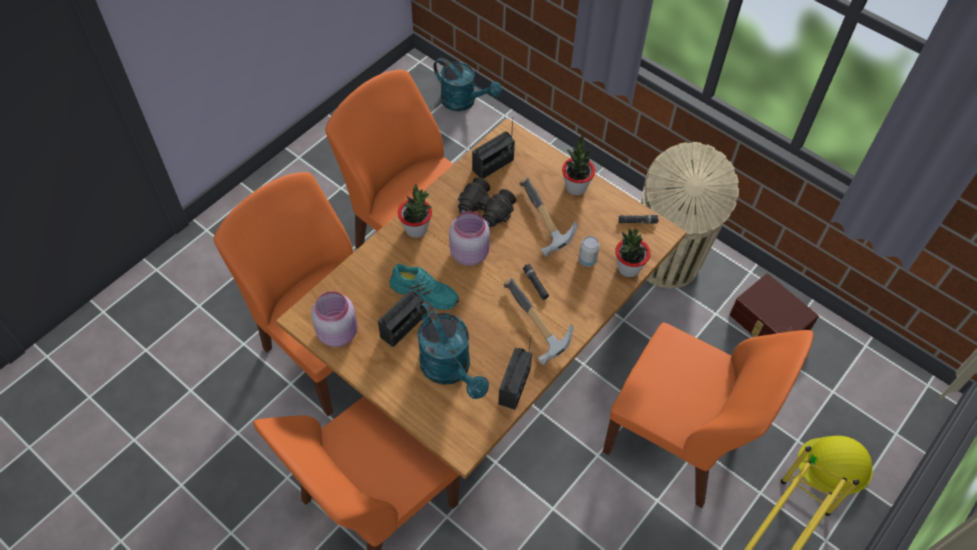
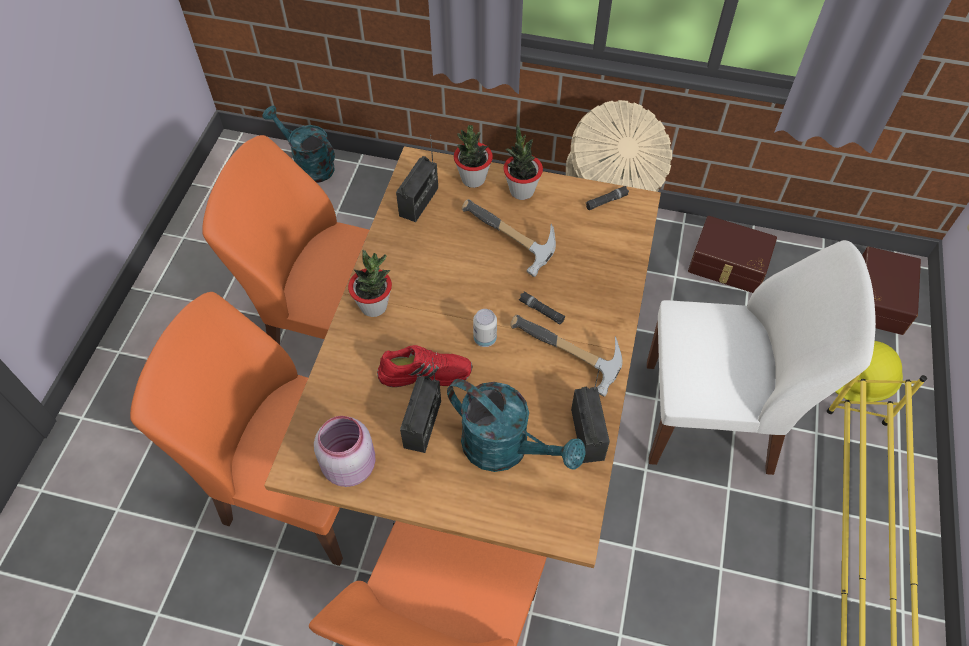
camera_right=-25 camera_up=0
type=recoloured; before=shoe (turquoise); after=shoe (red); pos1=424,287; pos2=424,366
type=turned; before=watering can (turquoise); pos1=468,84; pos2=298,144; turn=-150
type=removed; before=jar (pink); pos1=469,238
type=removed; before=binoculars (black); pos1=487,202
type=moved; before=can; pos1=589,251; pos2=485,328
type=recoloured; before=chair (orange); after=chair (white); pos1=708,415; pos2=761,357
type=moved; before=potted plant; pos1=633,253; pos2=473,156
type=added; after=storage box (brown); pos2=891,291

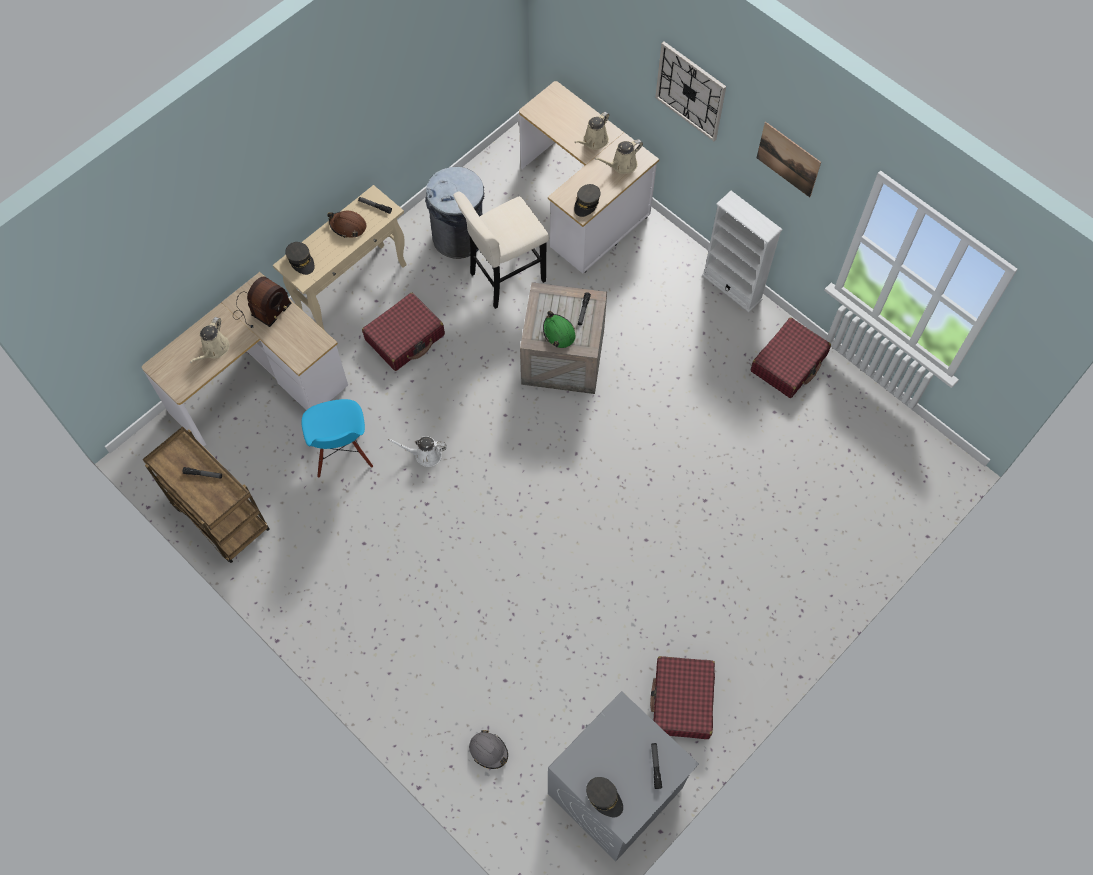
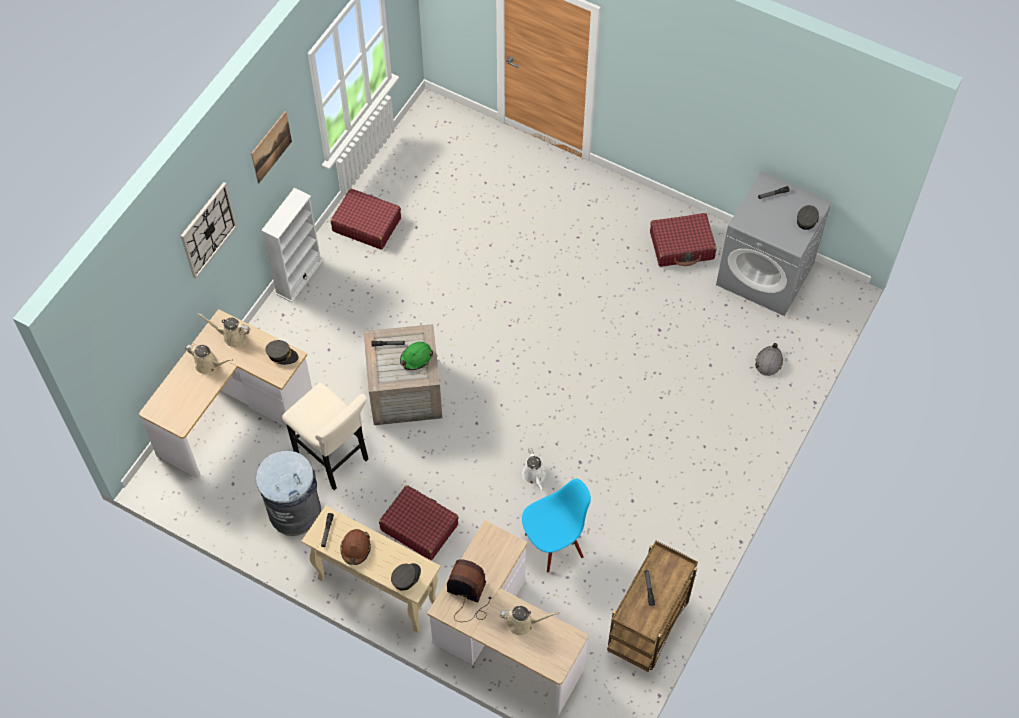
camera_right=-105 camera_up=-5
type=turned; before=watering can (beige); pos1=618,156; pos2=224,330; turn=150

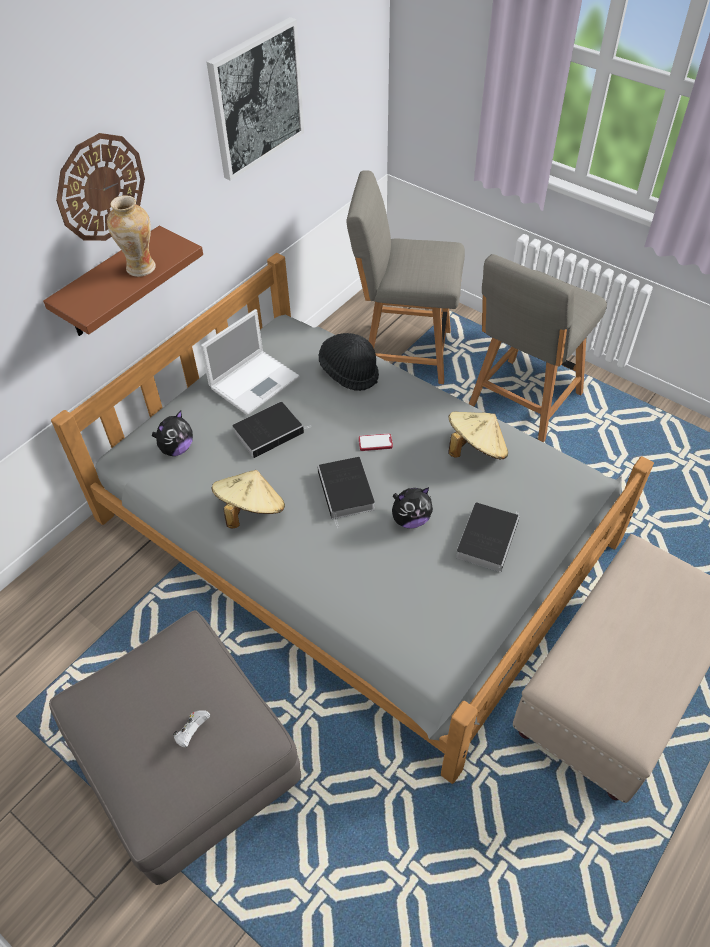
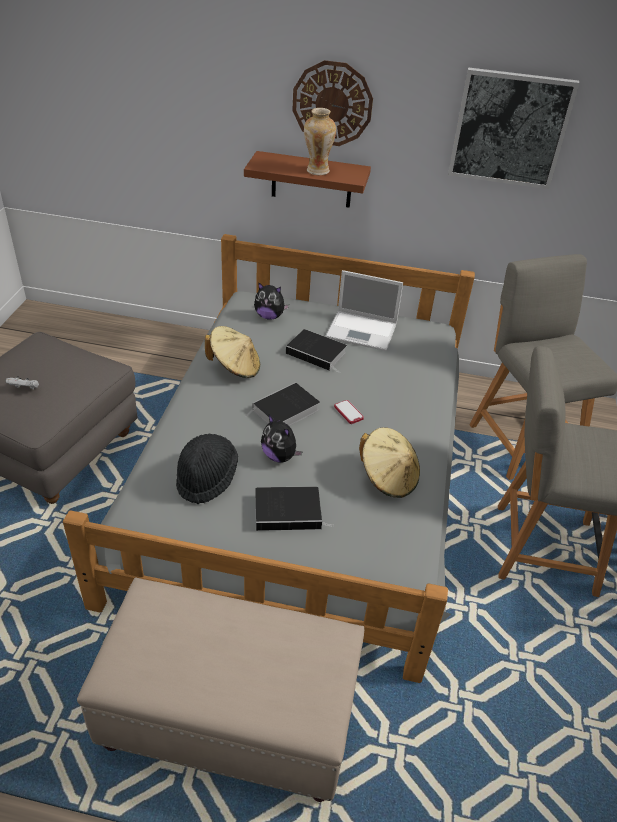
camera_right=60 camera_up=-10
type=moved; before=hat (black); pos1=349,362; pos2=207,469

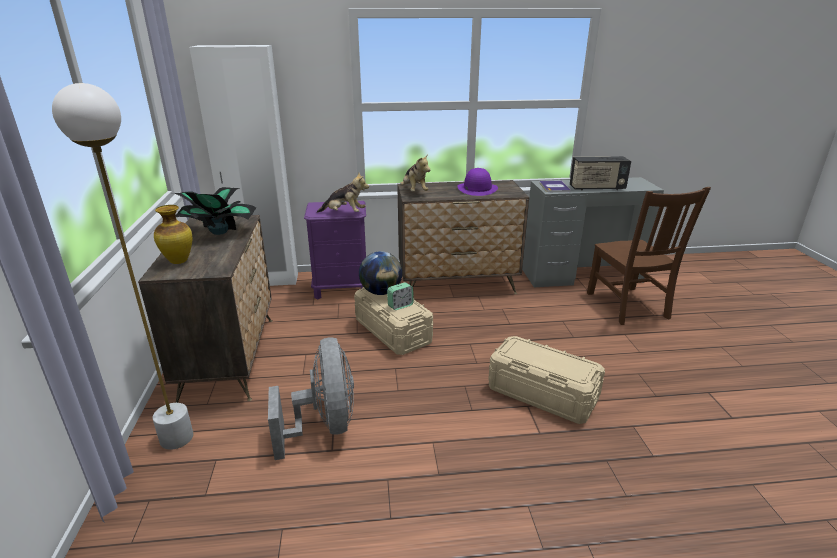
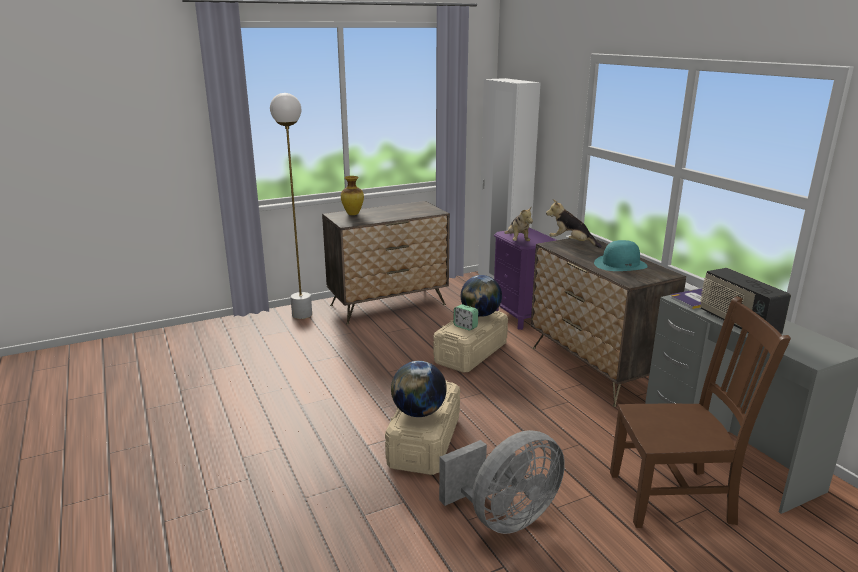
camera_right=70 camera_up=-5
type=removed; before=potted plant; pos1=215,211
type=moved; before=fan (grey); pos1=311,399; pos2=502,482
type=turned; before=plush toy; pos1=415,172; pos2=574,223; turn=75
type=recoloured; before=hat (purple); after=hat (turquoise); pos1=477,182; pos2=621,255
type=turned; before=chair (brown); pos1=649,256; pos2=700,412; turn=-150
type=added; after=globe; pos2=419,389

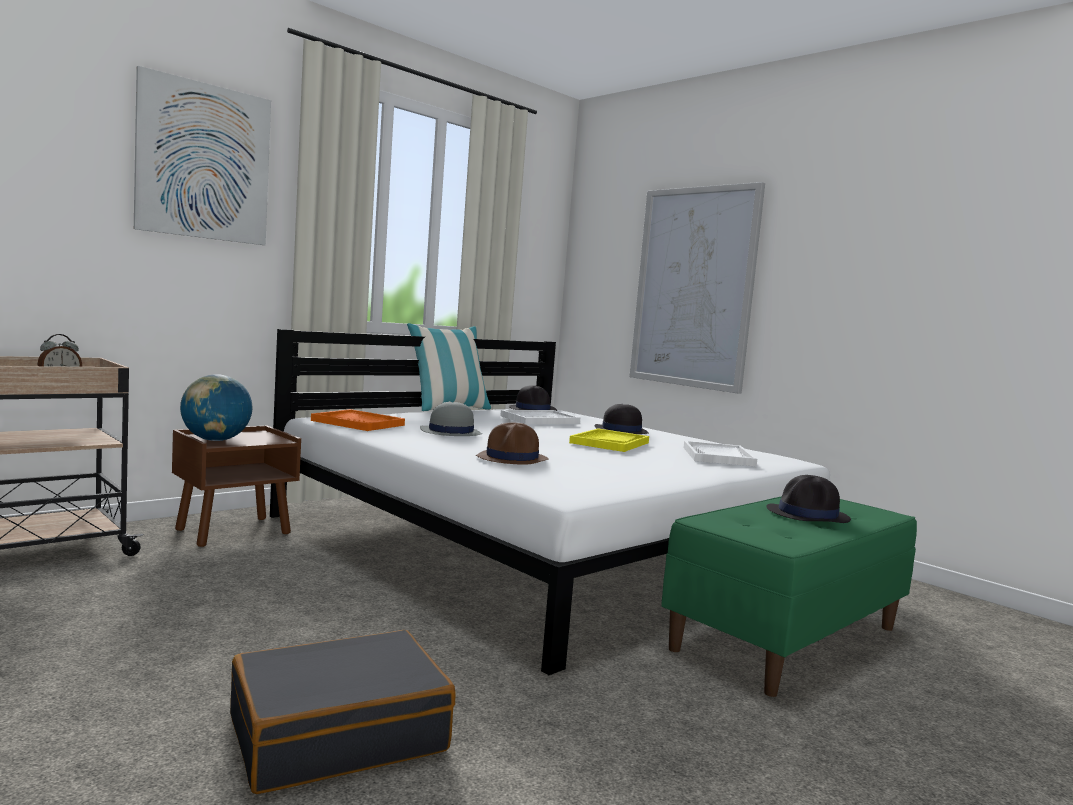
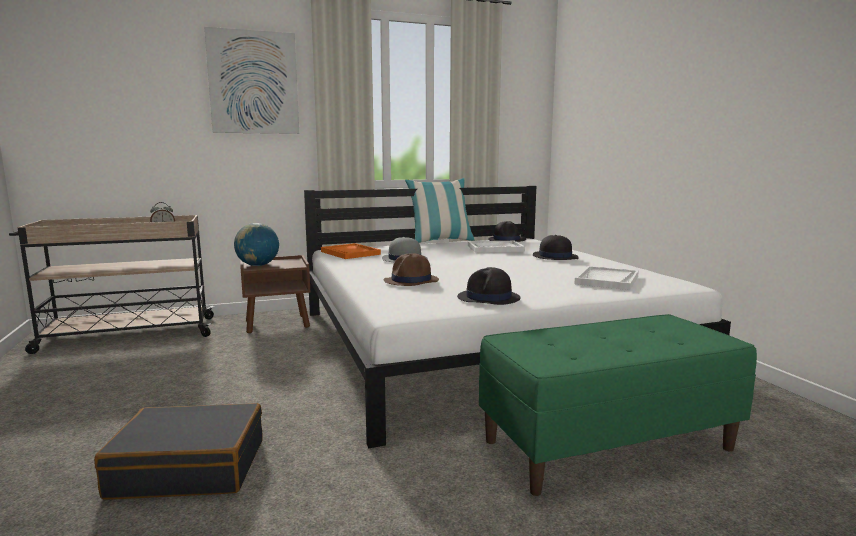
camera_right=25 camera_up=5
type=removed; before=tray (yellow); pos1=609,440
type=removed; before=picture; pos1=697,288
type=moved; before=hat (black); pos1=808,499; pos2=489,286

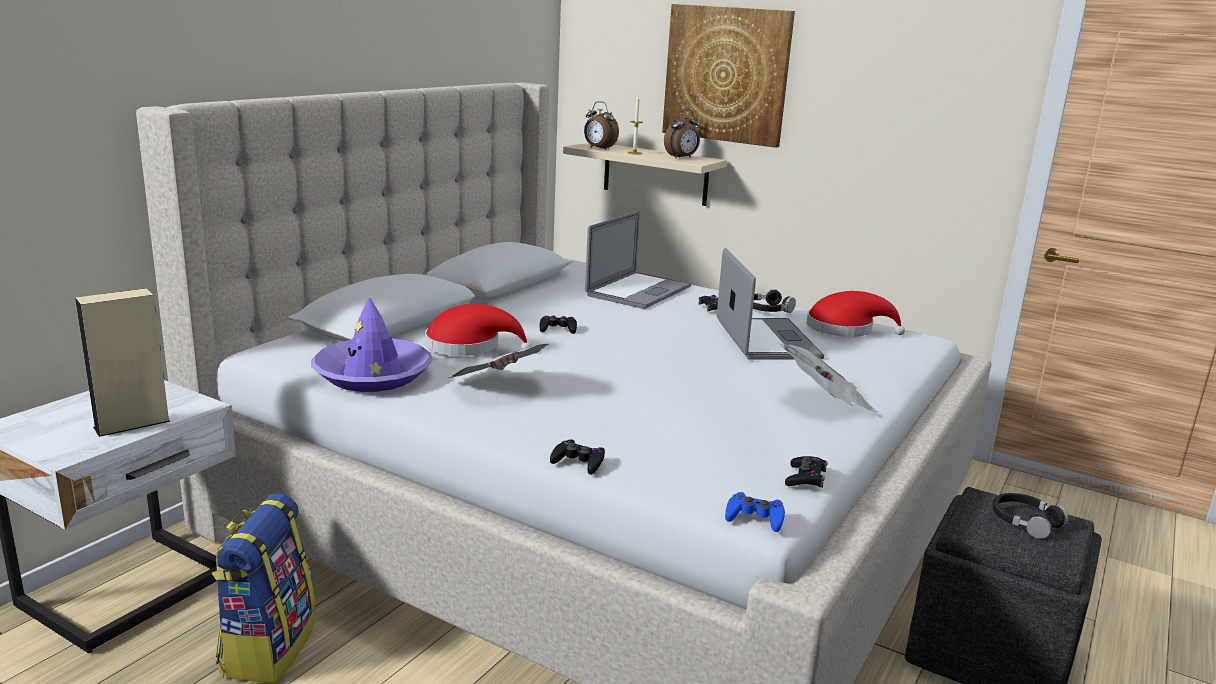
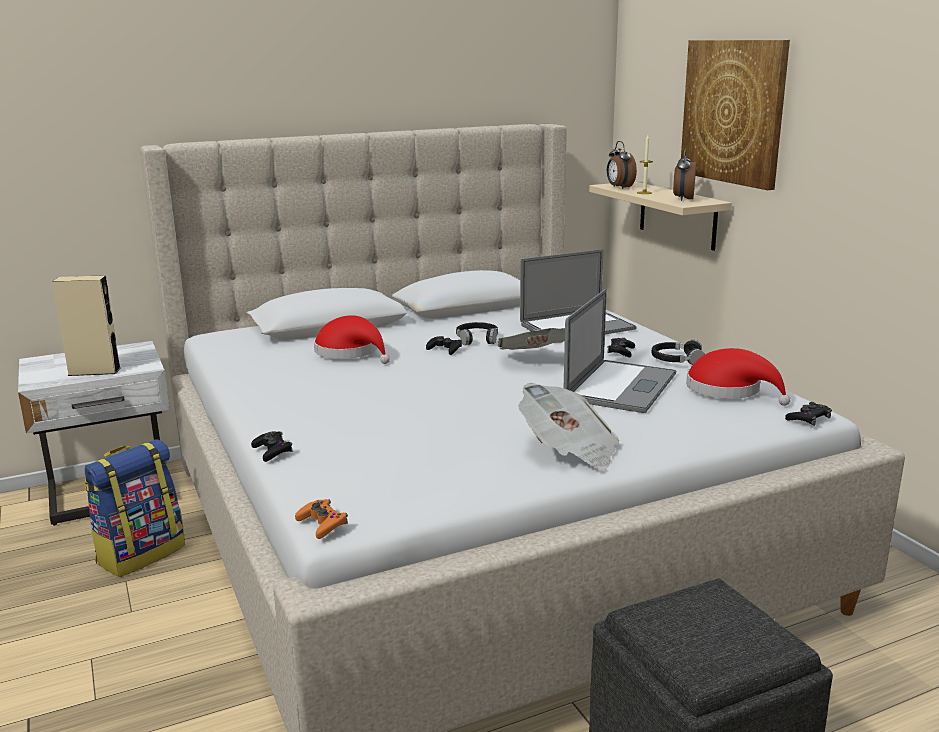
camera_right=35 camera_up=0
type=removed; before=hat (purple); pos1=372,344
type=moved; before=newspaper; pos1=499,361; pos2=531,339
type=turned; before=alarm clock; pos1=682,134; pos2=684,175; turn=105
type=recoloured; before=game controller (blue); after=game controller (orange); pos1=755,512; pos2=321,519
type=moved; before=game controller (black); pos1=806,472; pos2=808,414
type=moved; before=headphones (black); pos1=1030,516; pos2=477,333

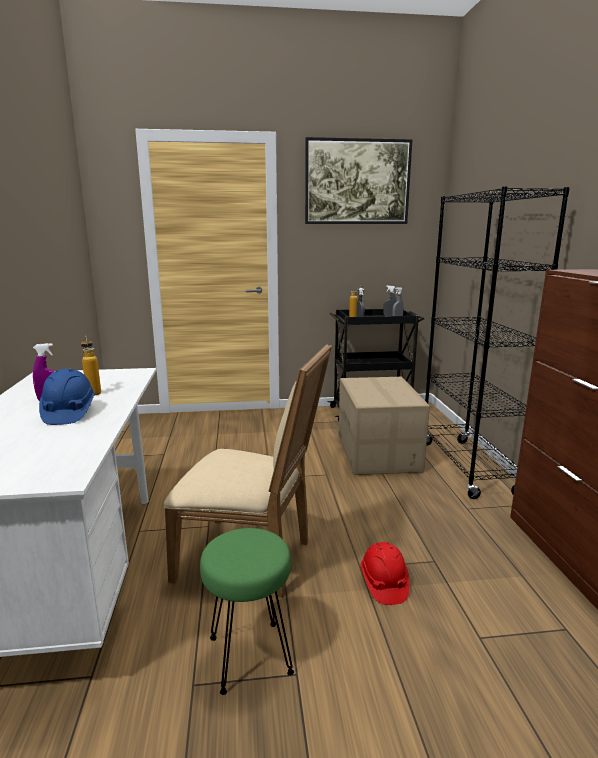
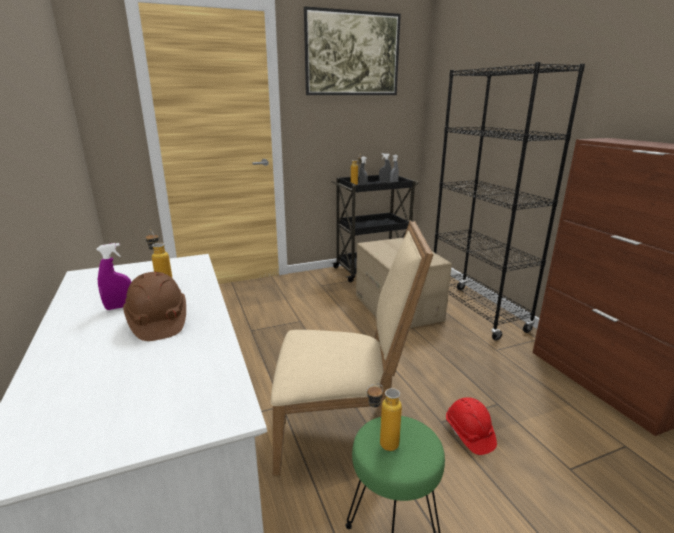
camera_right=-15 camera_up=5
type=recoloured; before=hard hat (blue); after=hard hat (brown); pos1=67,397; pos2=154,306
type=added; after=bottle; pos2=384,417

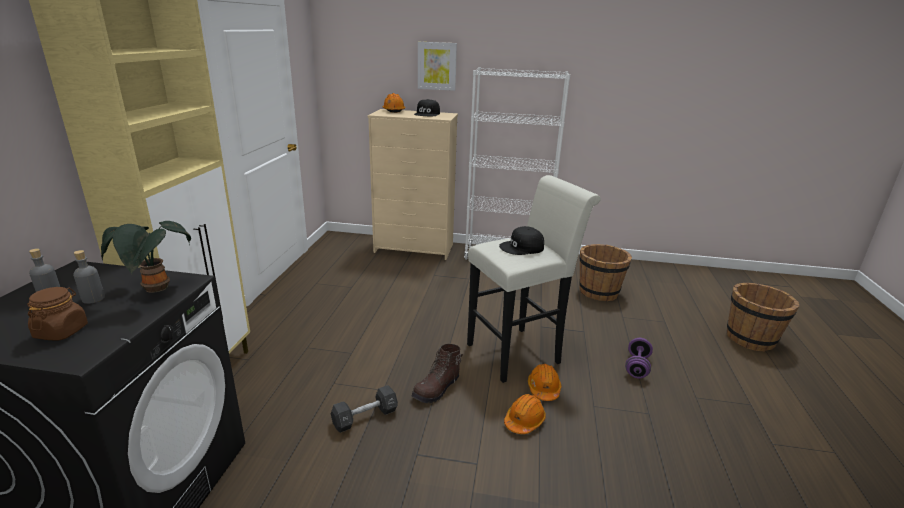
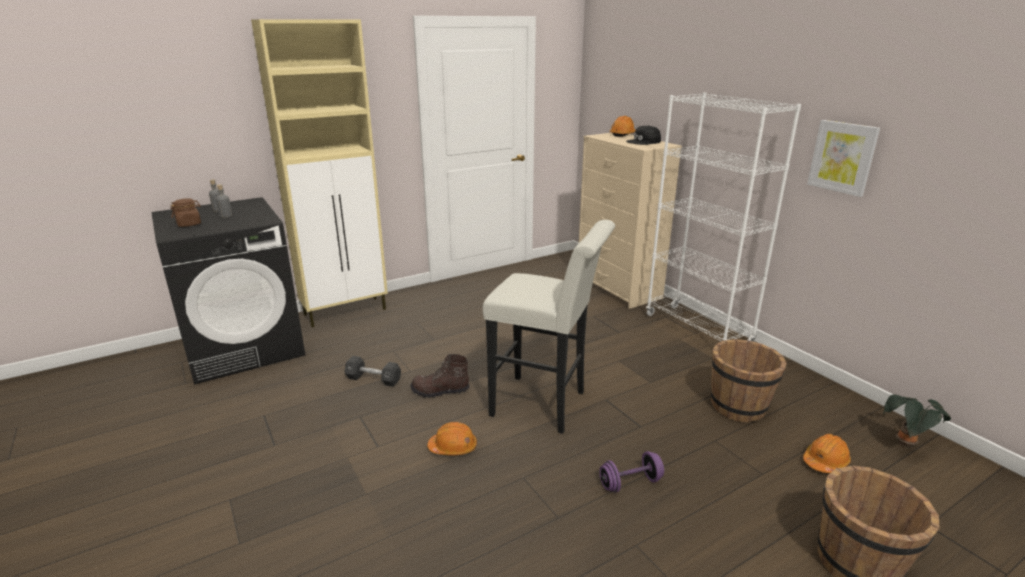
camera_right=50 camera_up=0
type=moved; before=potted plant; pos1=146,257; pos2=917,421
type=moved; before=picture; pos1=437,66; pos2=843,158
type=removed; before=cap (black); pos1=521,240
type=moved; before=hard hat (orange); pos1=544,382; pos2=827,453

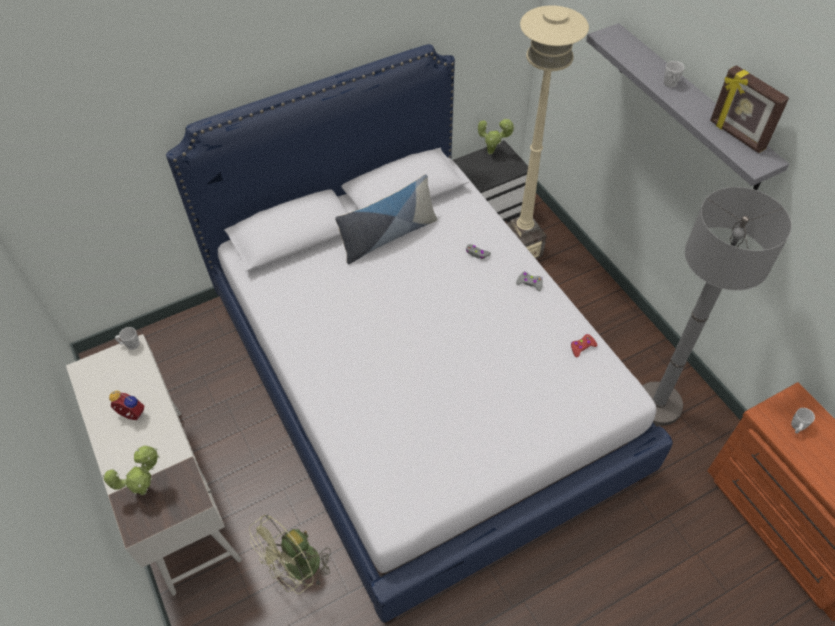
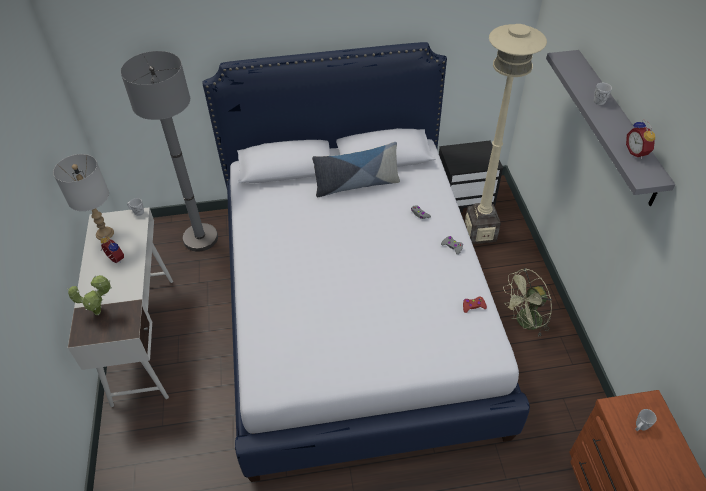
camera_right=20 camera_up=-5
type=moved; before=fan (green); pos1=290,554; pos2=527,302
type=removed; before=potted plant; pos1=496,136
type=moved; before=floor lamp (grey); pos1=717,306; pos2=169,151
type=replaced; before=picture frame; after=alarm clock; pos1=749,109; pos2=641,139
type=added; after=table lamp (grey); pos2=83,197

